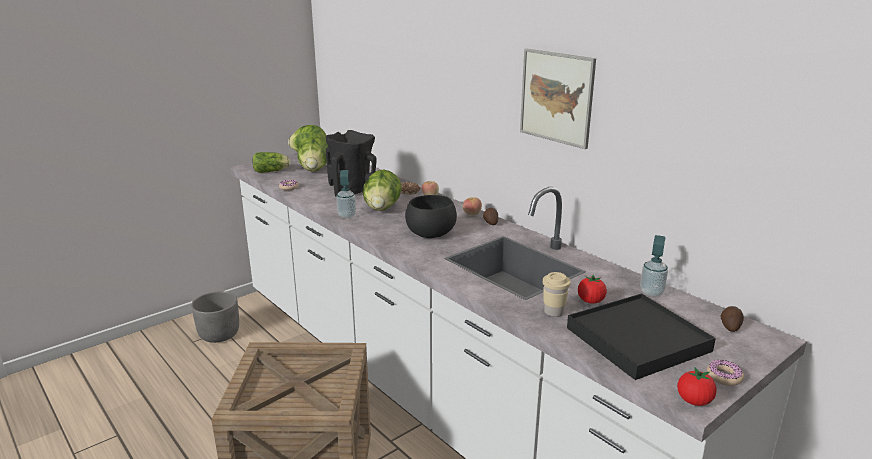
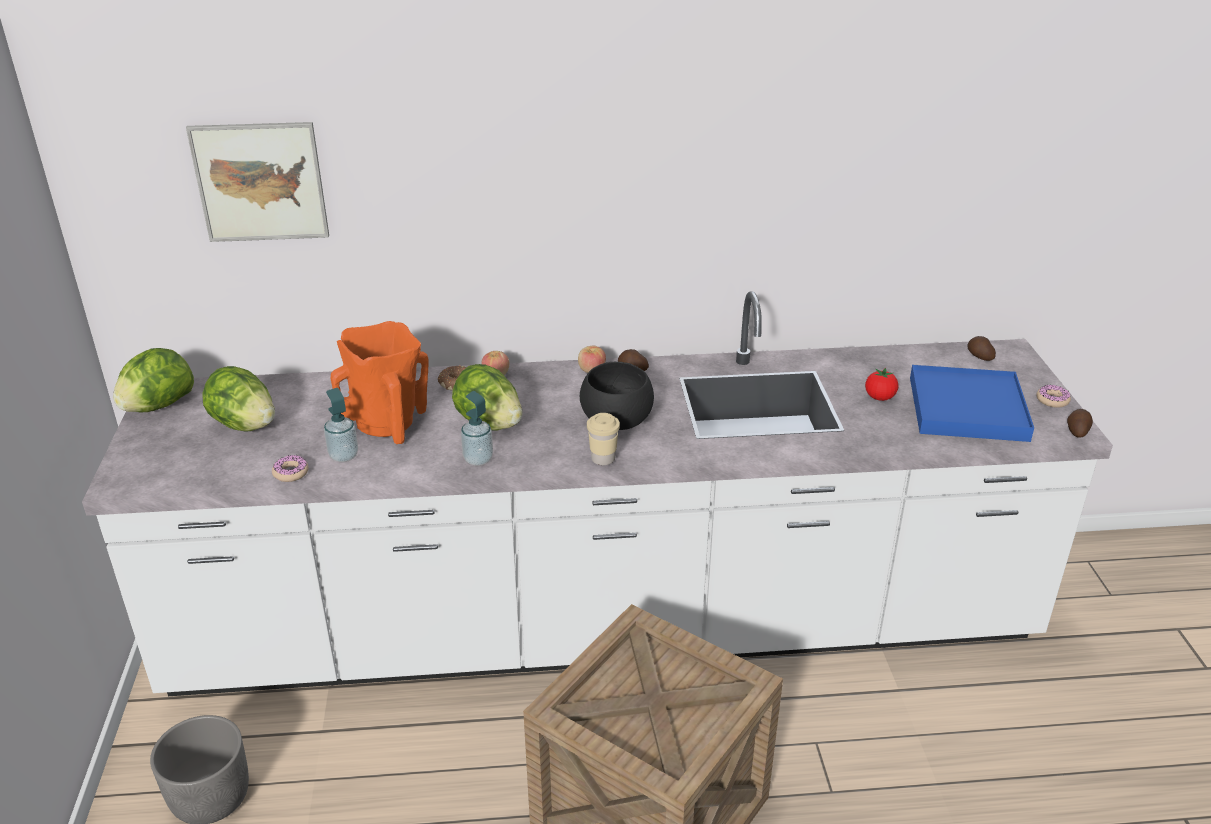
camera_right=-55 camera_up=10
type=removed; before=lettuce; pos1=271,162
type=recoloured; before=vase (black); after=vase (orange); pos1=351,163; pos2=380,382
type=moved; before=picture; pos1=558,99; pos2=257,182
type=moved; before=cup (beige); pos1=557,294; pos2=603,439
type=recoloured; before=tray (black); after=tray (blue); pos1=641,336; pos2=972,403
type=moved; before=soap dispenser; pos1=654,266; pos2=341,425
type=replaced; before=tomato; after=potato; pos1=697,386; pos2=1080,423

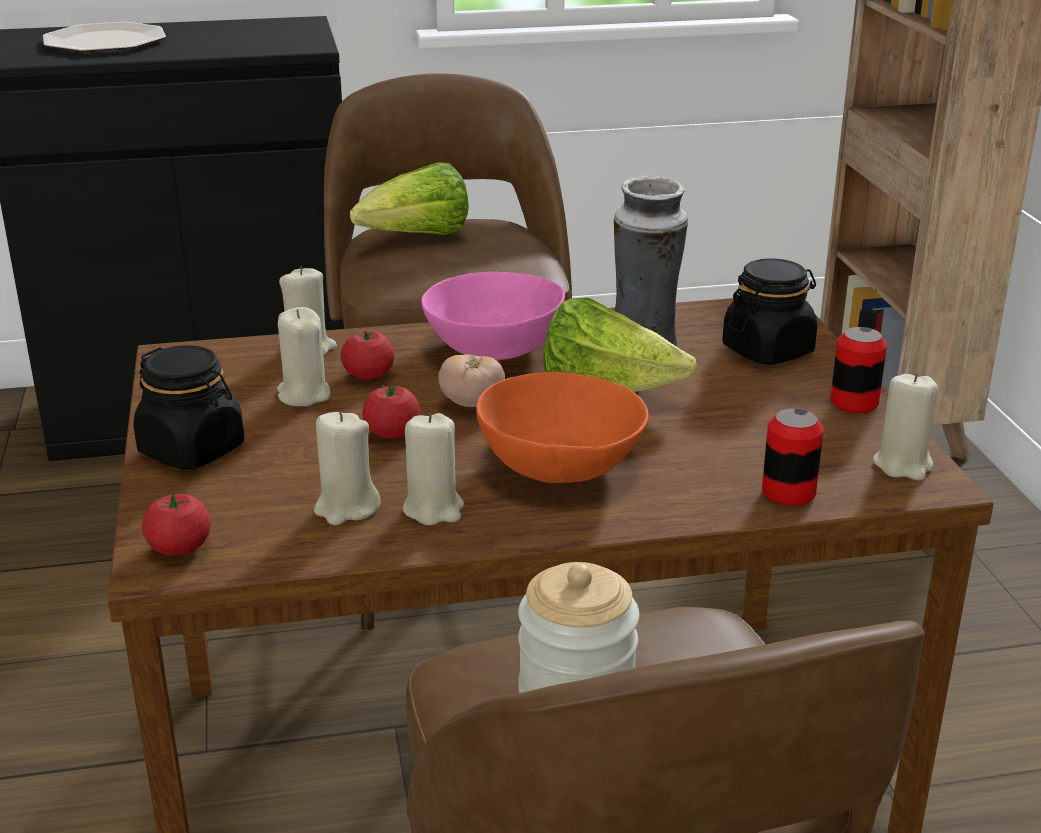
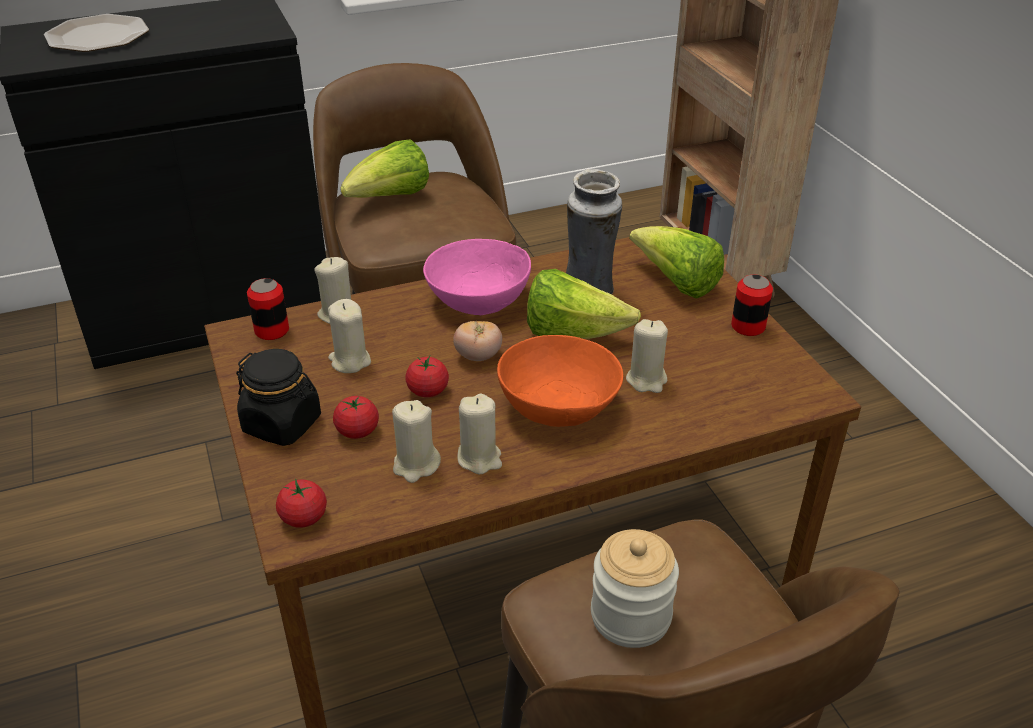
camera_right=-10 camera_up=10
type=moved; before=tomato; pos1=368,355; pos2=356,417
type=replaced; before=jar (black); after=lettuce; pos1=769,311; pos2=676,262
type=moved; before=can; pos1=793,457; pos2=268,309
type=moved; before=candle (beige); pos1=905,426; pos2=647,356

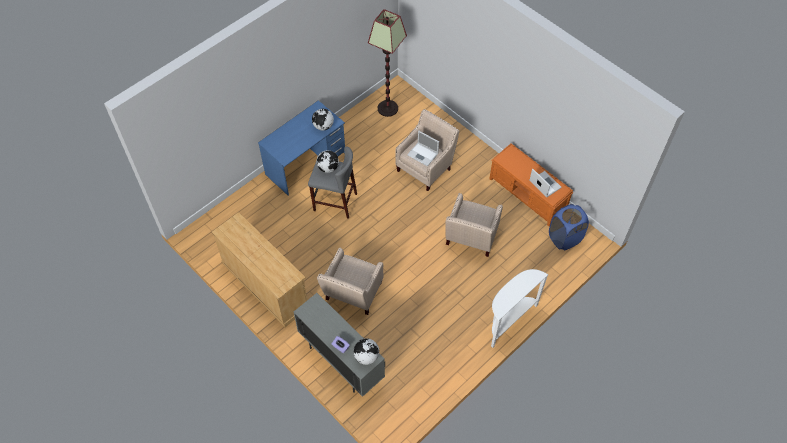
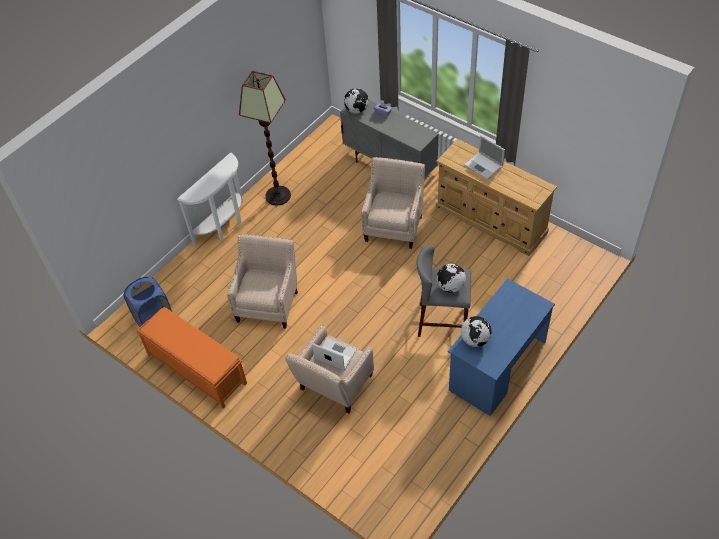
camera_right=175 camera_up=-5
type=moved; before=floor lamp; pos1=387,63; pos2=265,138
type=moved; before=laptop; pos1=545,183; pos2=484,157

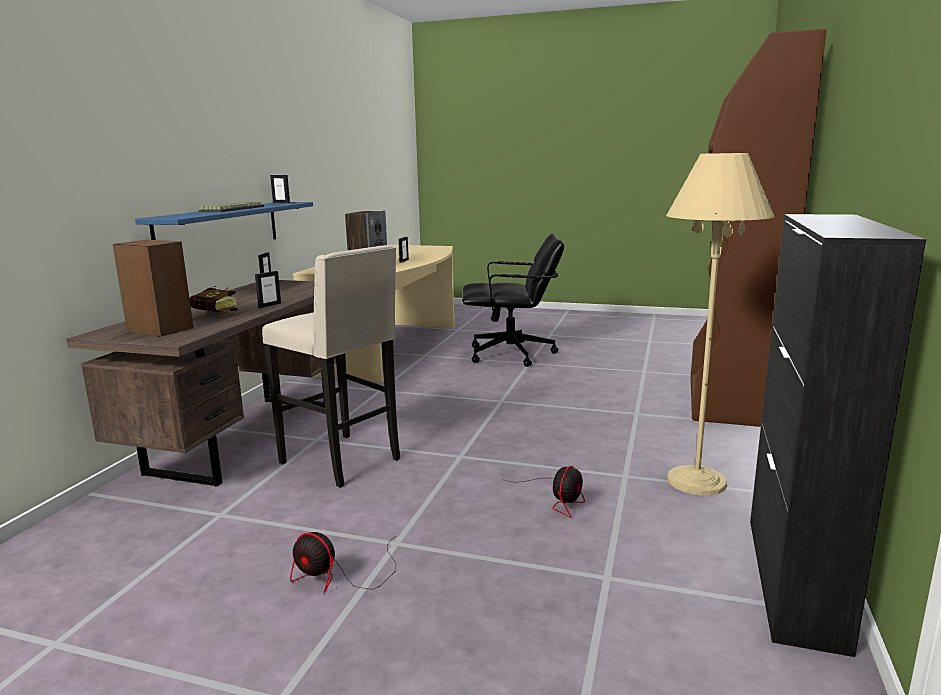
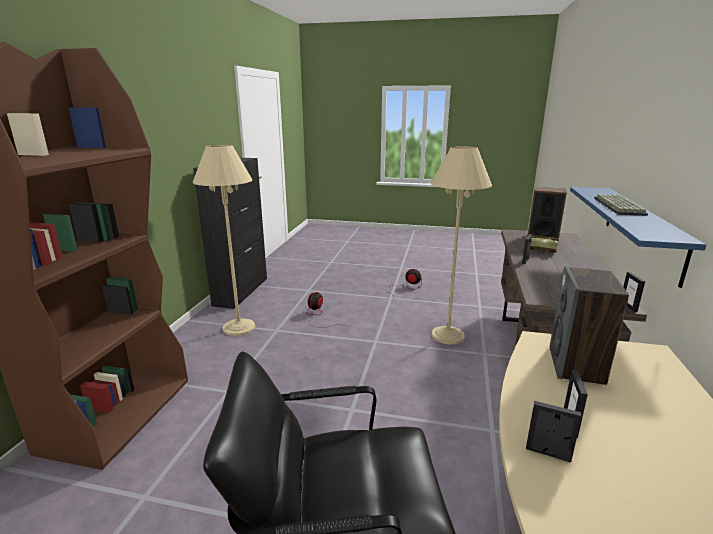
camera_right=175 camera_up=5
type=replaced; before=stool (beige); after=floor lamp (beige); pos1=331,366; pos2=461,245
type=moved; before=picture frame; pos1=280,189; pos2=554,431

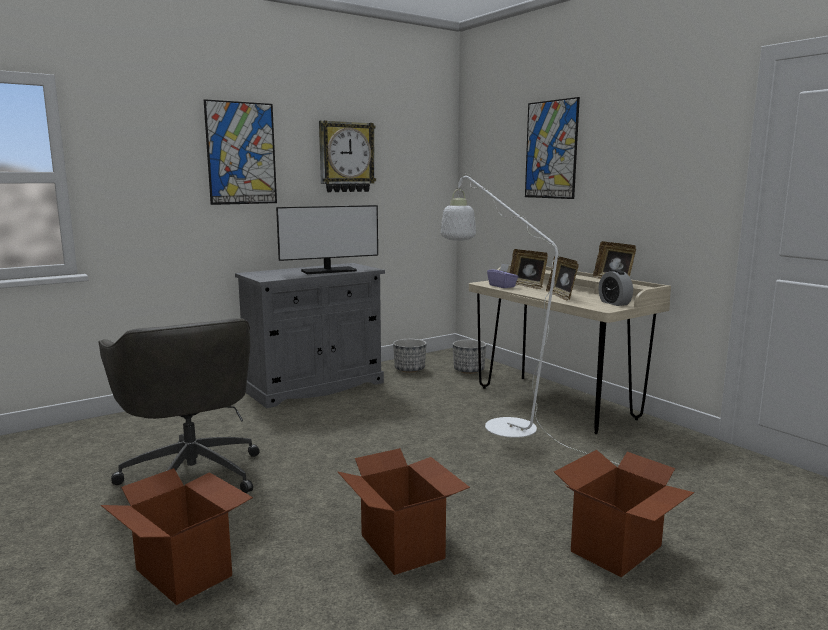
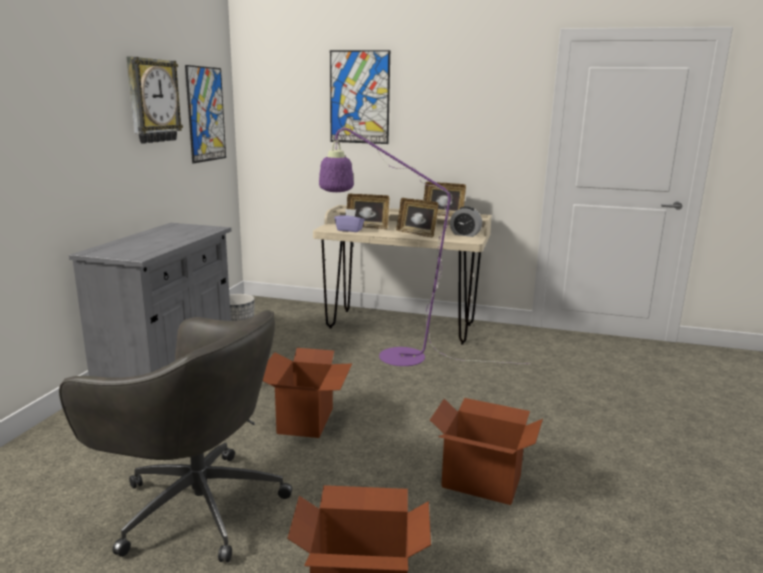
camera_right=-40 camera_up=5
type=moved; before=picture; pos1=240,152; pos2=205,114
type=removed; before=monitor; pos1=327,239
type=recoloured; before=floor lamp (white); after=floor lamp (purple); pos1=529,319; pos2=424,246
type=removed; before=planter; pos1=470,356
type=moved; before=cardboard box; pos1=624,513; pos2=307,393

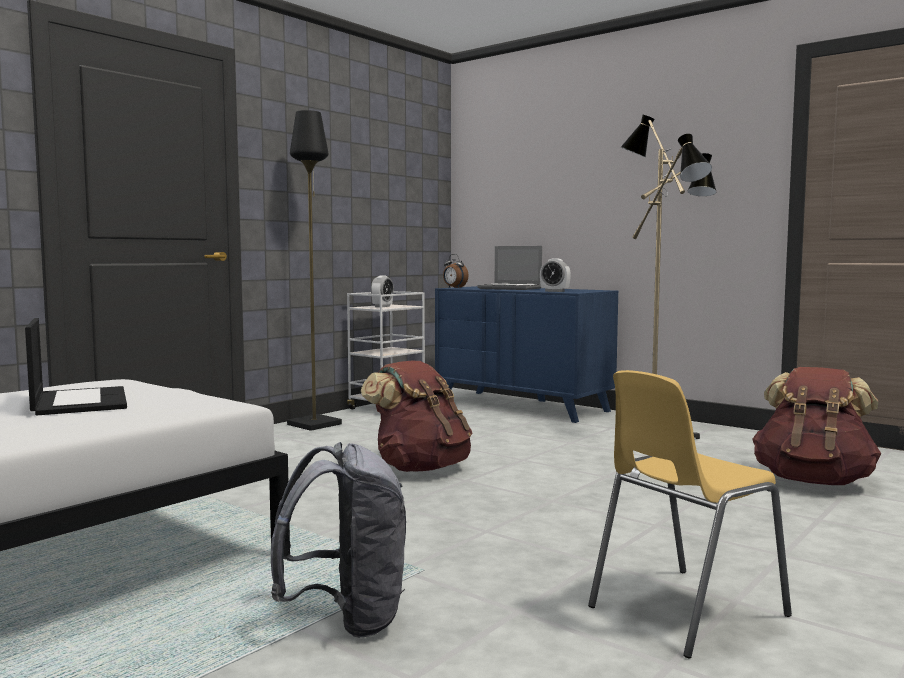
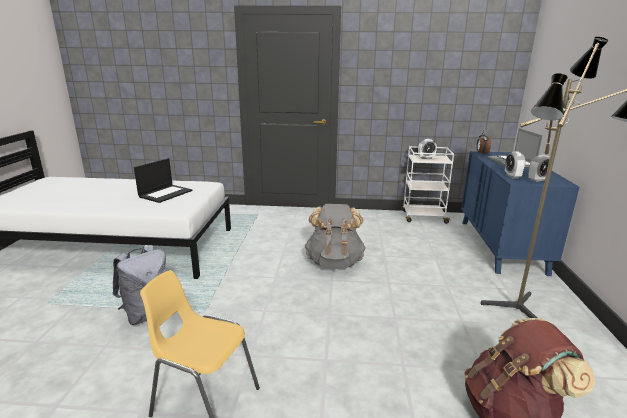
camera_right=55 camera_up=15
type=removed; before=floor lamp (black); pos1=314,270
type=recoloured; before=backpack (brown); after=backpack (grey); pos1=417,416; pos2=335,236
type=added; after=alarm clock; pos2=539,168

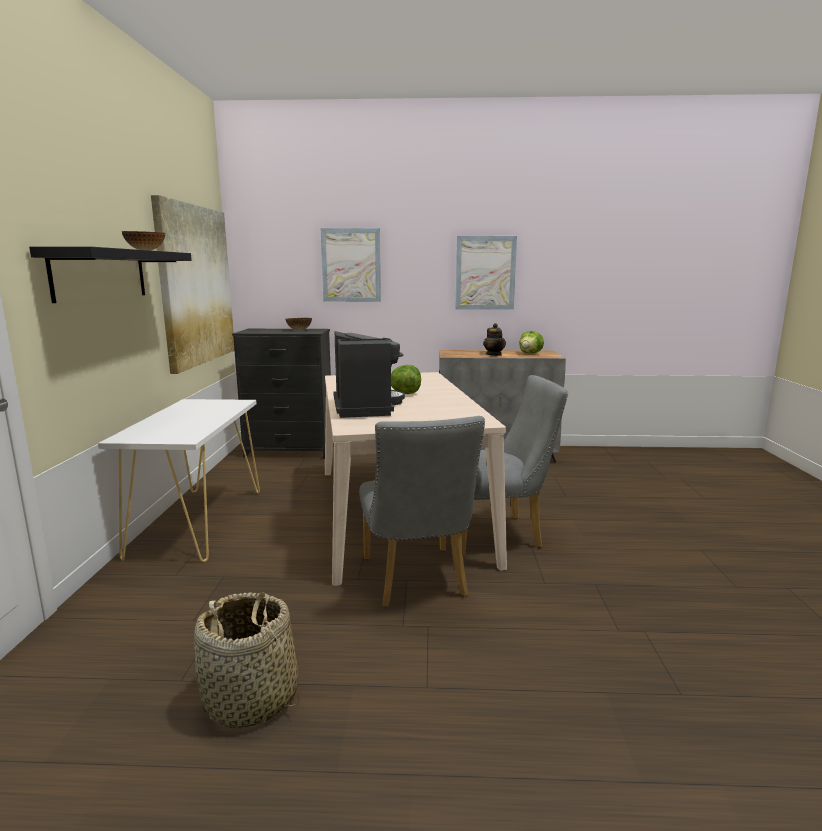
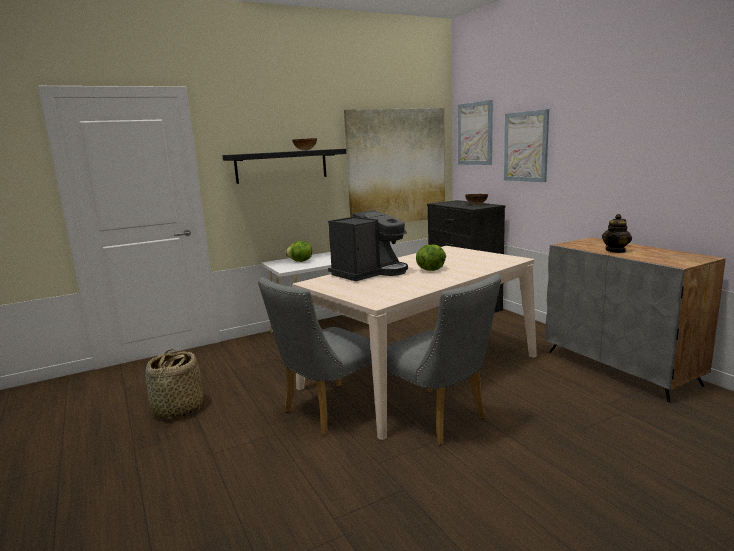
camera_right=60 camera_up=0
type=moved; before=picture; pos1=486,273; pos2=475,132
type=moved; before=lettuce; pos1=531,342; pos2=298,251

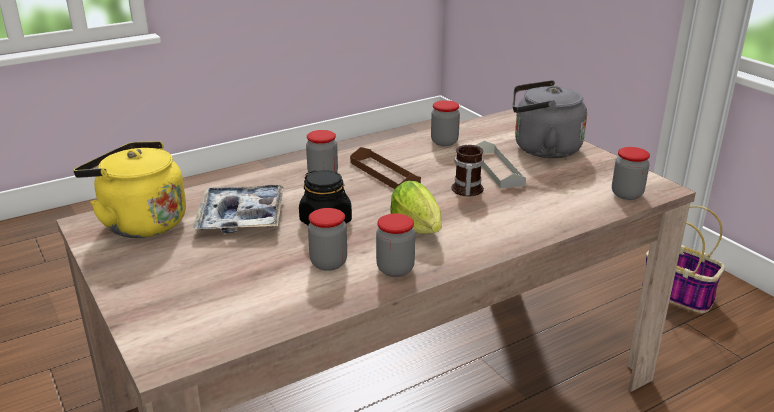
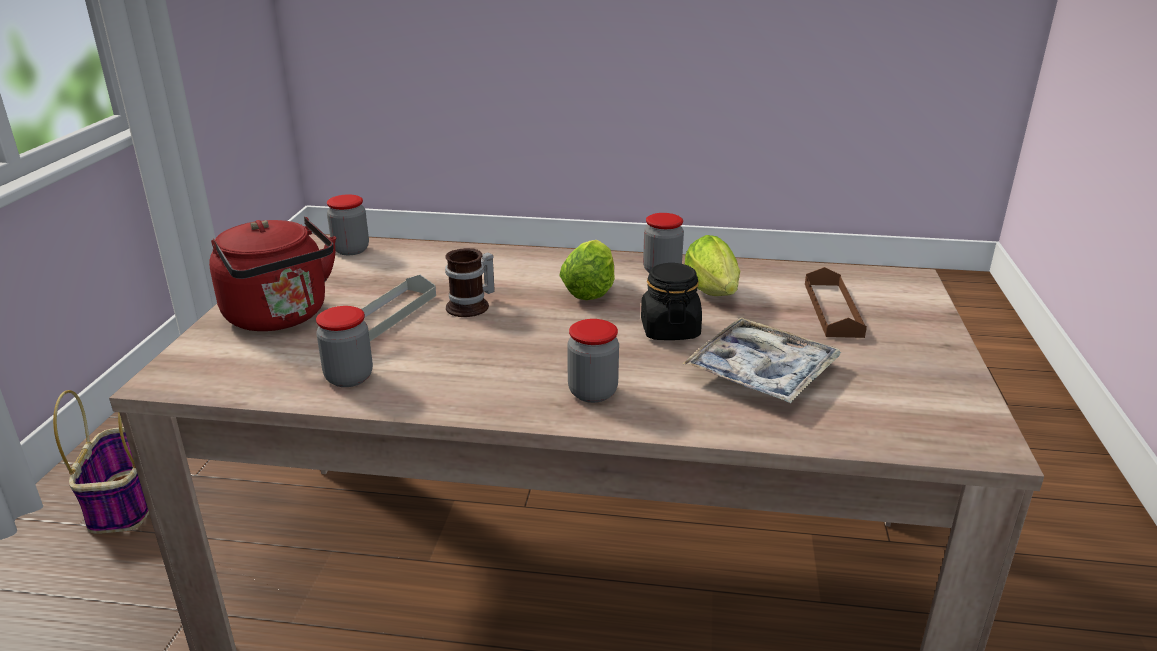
camera_right=-140 camera_up=0
type=removed; before=kettle (yellow); pos1=129,189
type=replaced; before=jar; after=lettuce; pos1=327,239; pos2=712,265
type=moved; before=tray (brown); pos1=385,168; pos2=836,302
type=recoloured; before=kettle (grey); after=kettle (red); pos1=550,119; pos2=272,274

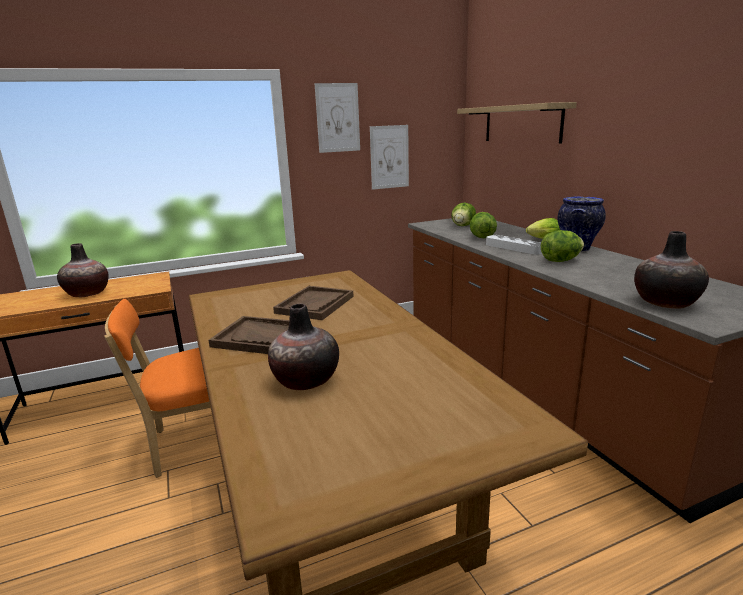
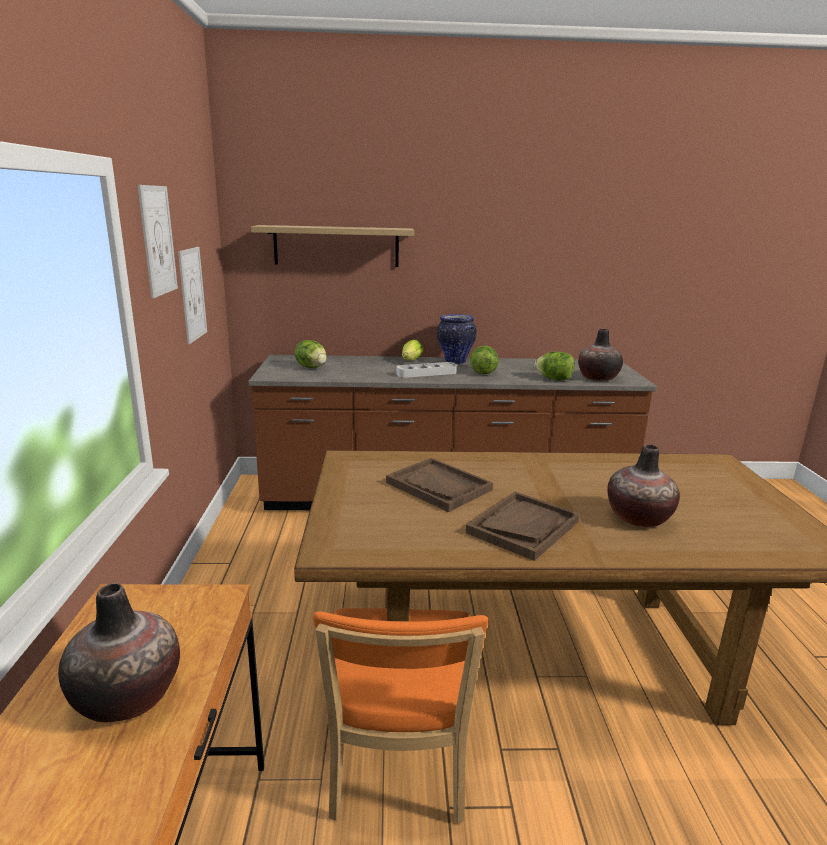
camera_right=-70 camera_up=0
type=moved; before=lettuce; pos1=483,225; pos2=555,366

